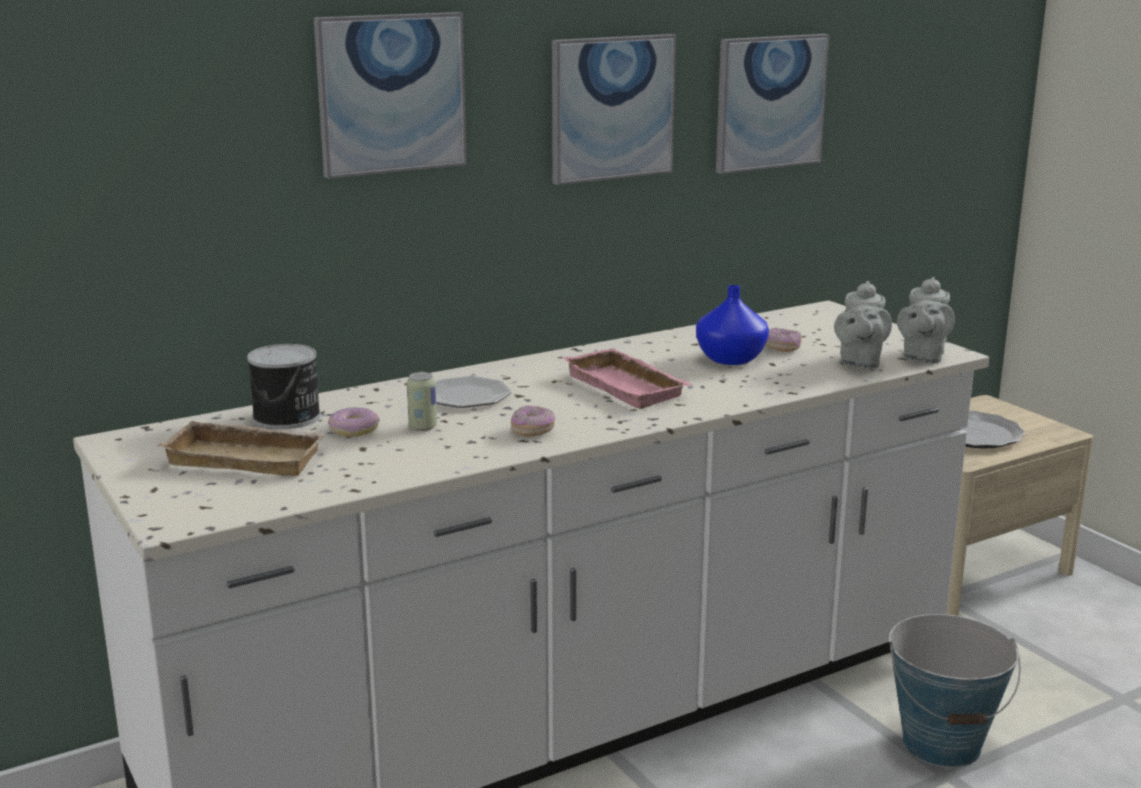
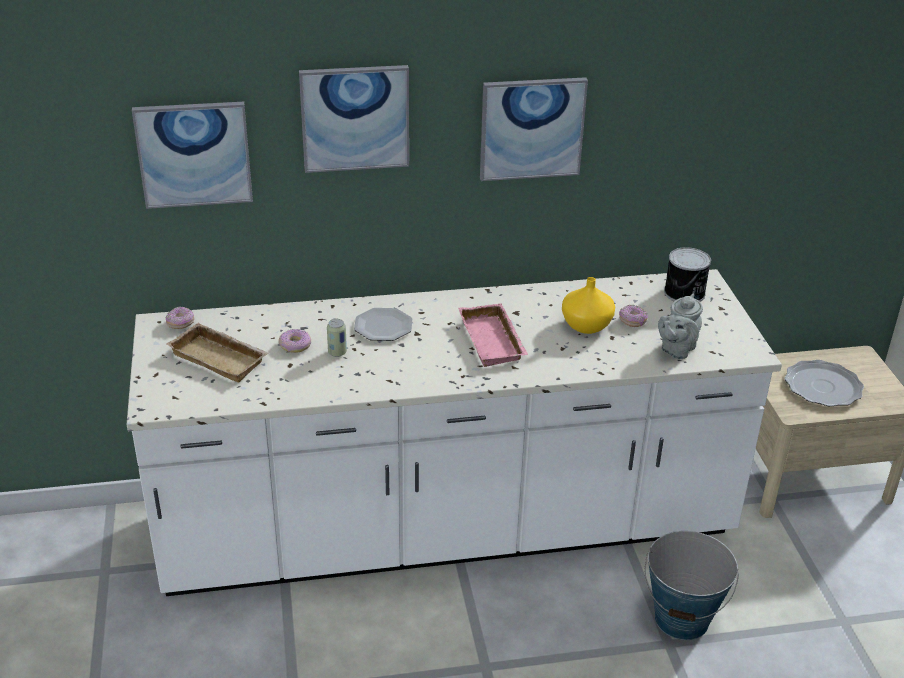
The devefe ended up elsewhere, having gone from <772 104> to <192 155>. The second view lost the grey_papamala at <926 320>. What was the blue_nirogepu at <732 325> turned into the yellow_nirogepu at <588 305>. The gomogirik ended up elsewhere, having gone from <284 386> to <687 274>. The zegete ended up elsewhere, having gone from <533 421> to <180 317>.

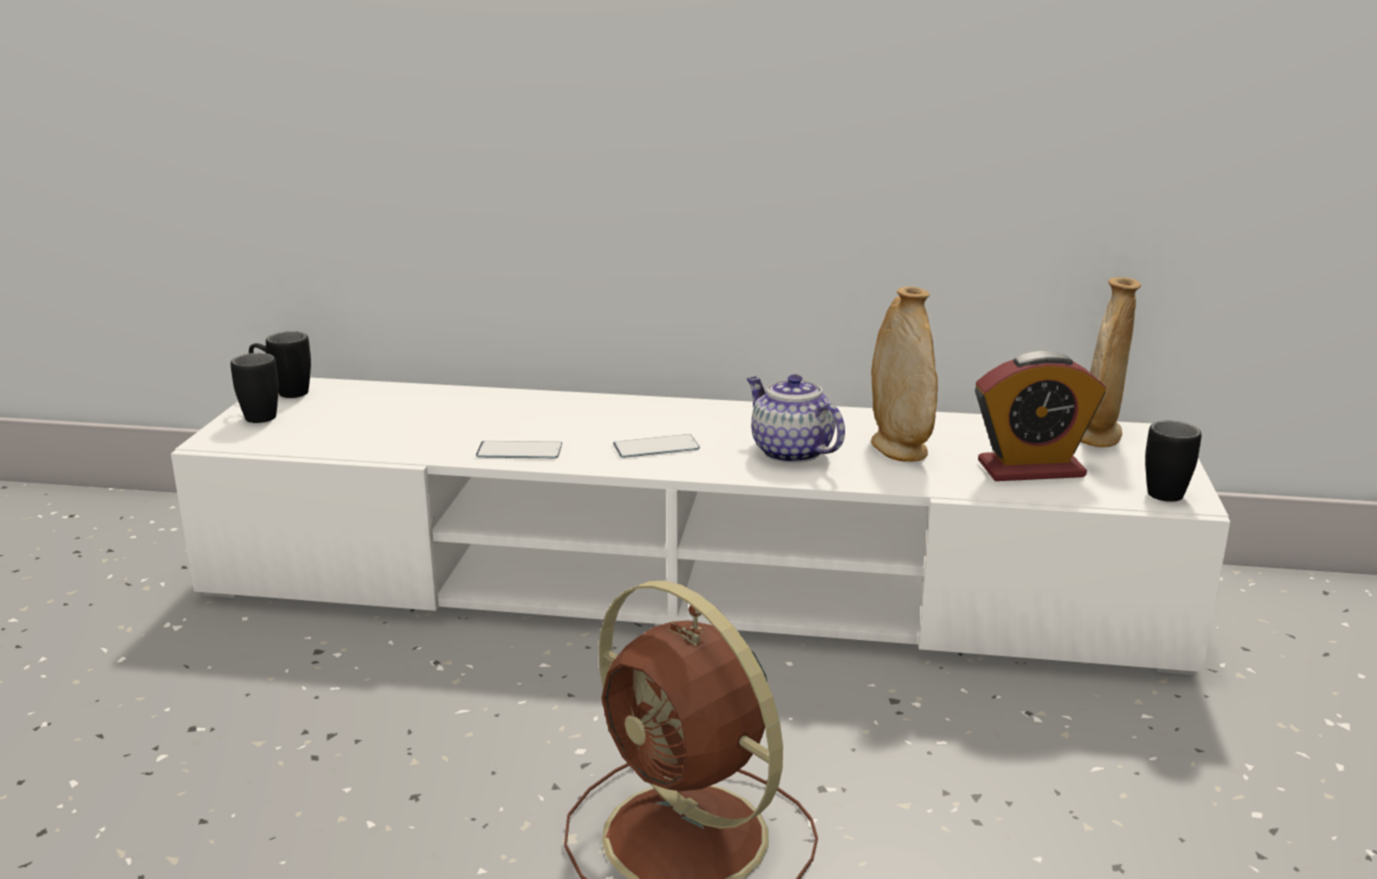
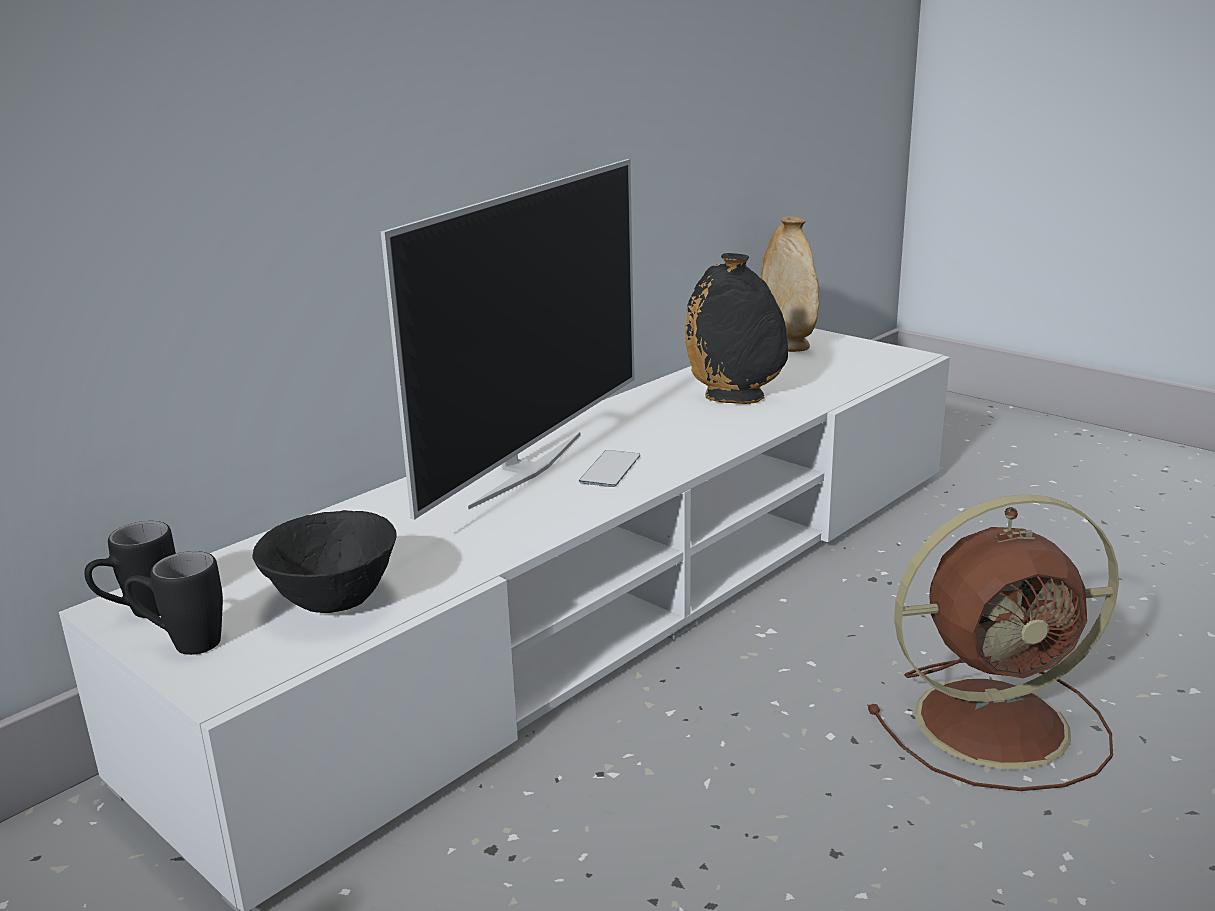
What was the beige_nirogepu at <904 374> turned into the black_nirogepu at <736 328>. The second view lost the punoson at <1040 416>. The second view lost the papamala at <796 418>. The second view lost the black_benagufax at <1173 461>. The second view lost the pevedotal at <519 449>. The second view gained the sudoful at <508 339>. The second view gained the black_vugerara at <324 561>.

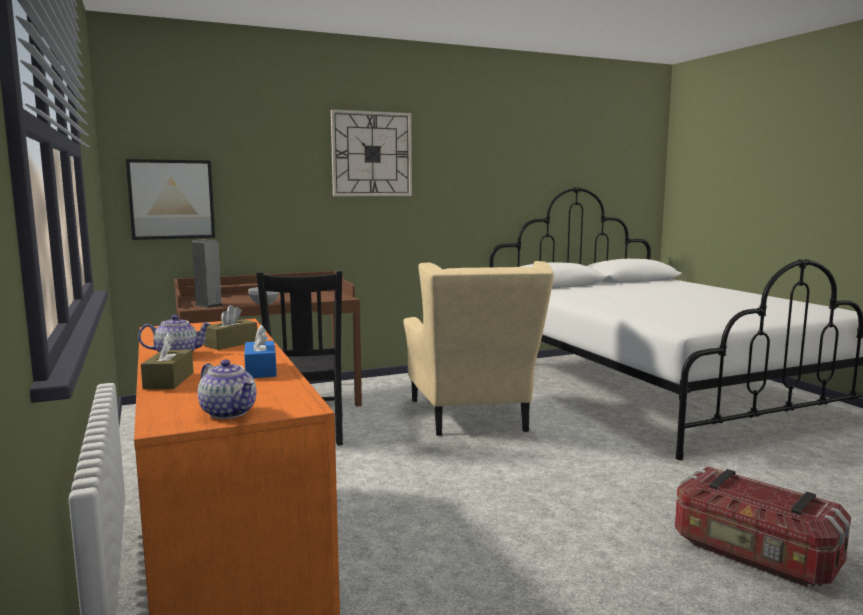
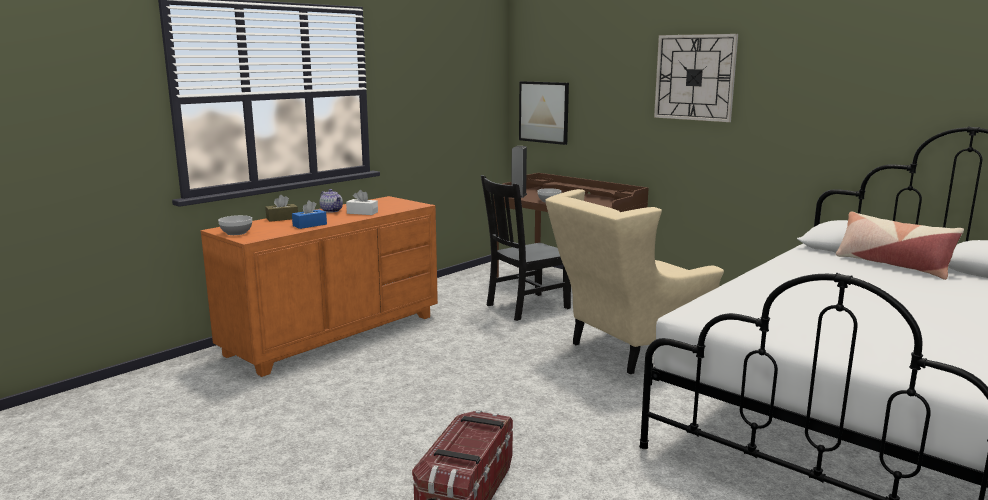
What was the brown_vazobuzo at <230 327> turned into the white_vazobuzo at <362 202>. Where the papamala stood at <227 389>, the vugerara came to stand at <235 225>. The second view gained the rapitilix at <900 246>.

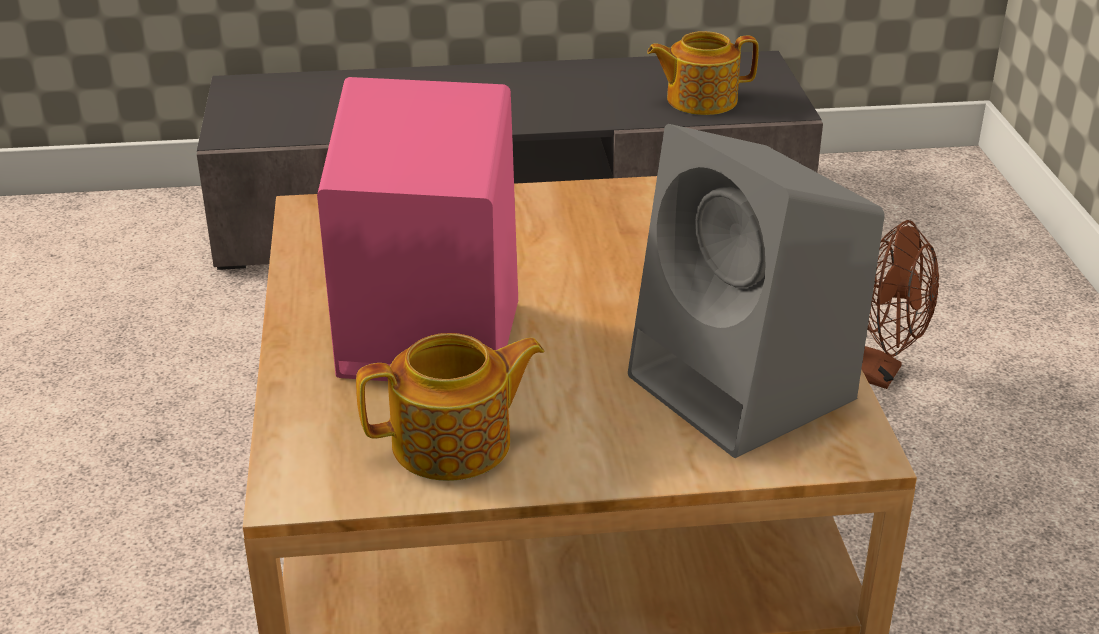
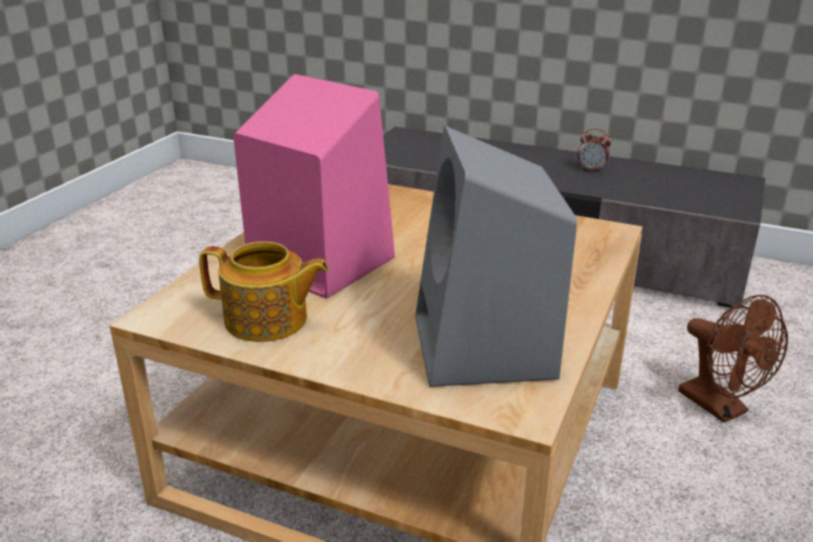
The second view lost the papamala at <703 73>. The second view gained the punoson at <594 150>.

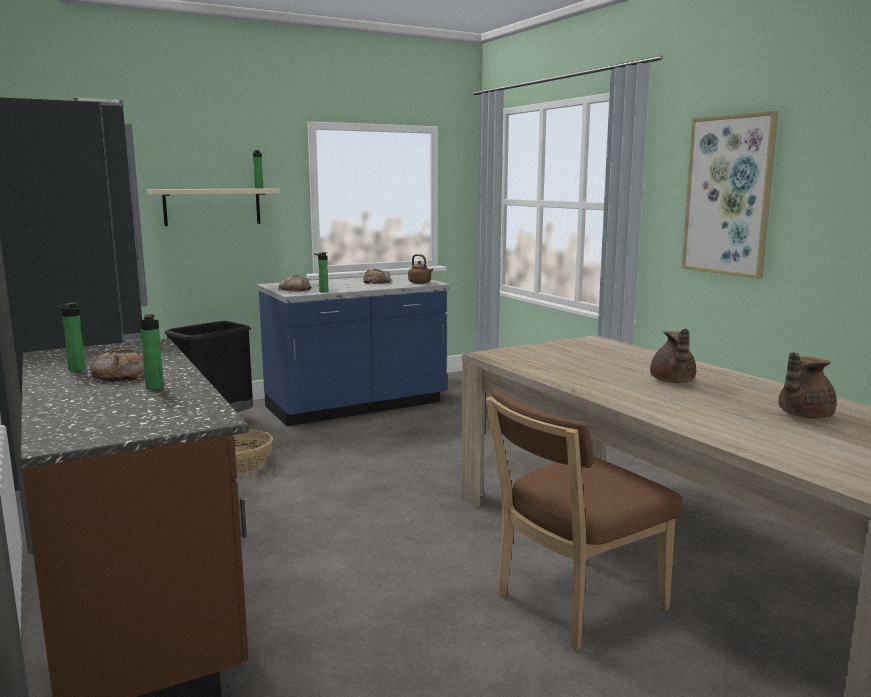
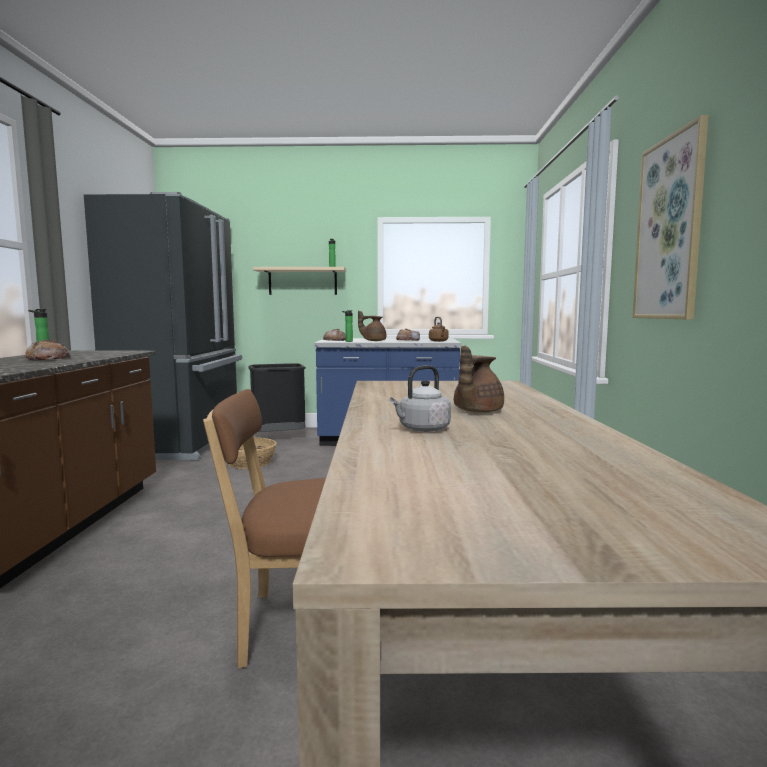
The second view lost the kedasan at <151 352>. The brown_papamala ended up elsewhere, having gone from <807 385> to <372 325>. The second view gained the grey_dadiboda at <420 398>.

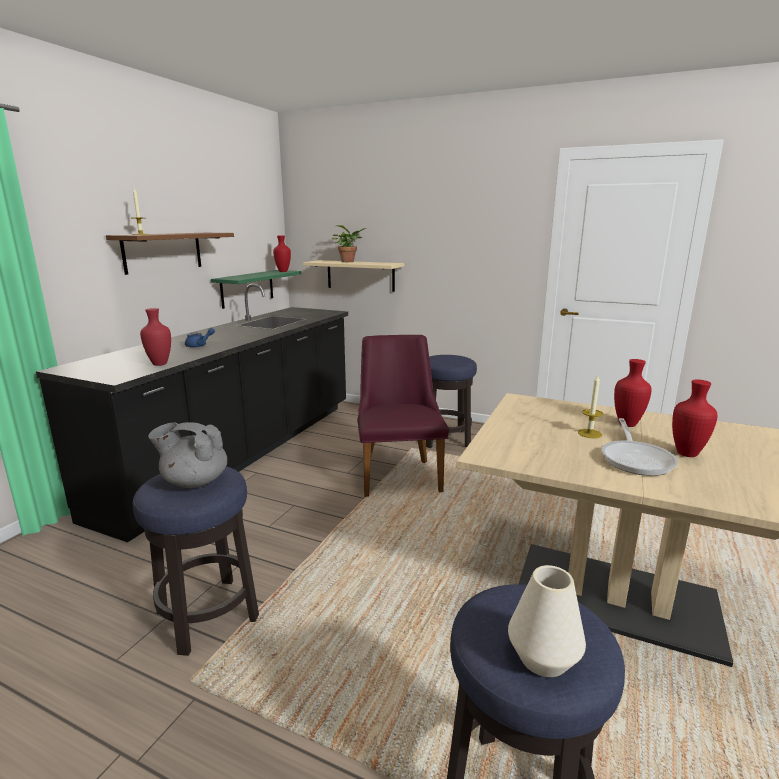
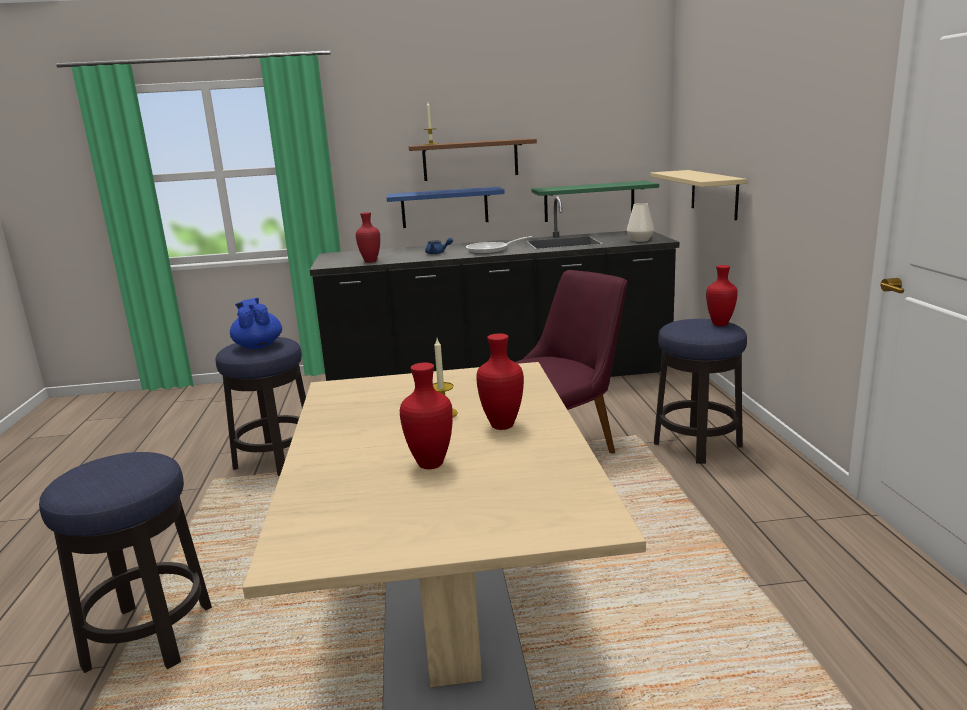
The second view lost the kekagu at <349 243>. The red_nirogepu ended up elsewhere, having gone from <282 254> to <722 295>. The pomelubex ended up elsewhere, having gone from <640 447> to <499 245>. What was the grey_papamala at <187 455> turned into the blue_papamala at <256 323>. The white_nirogepu ended up elsewhere, having gone from <547 621> to <640 222>. The second view gained the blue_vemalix at <446 207>.

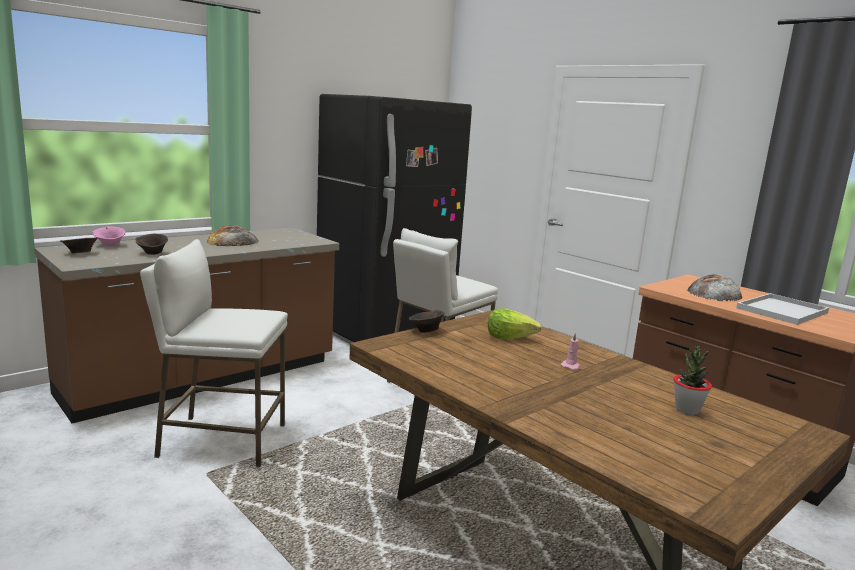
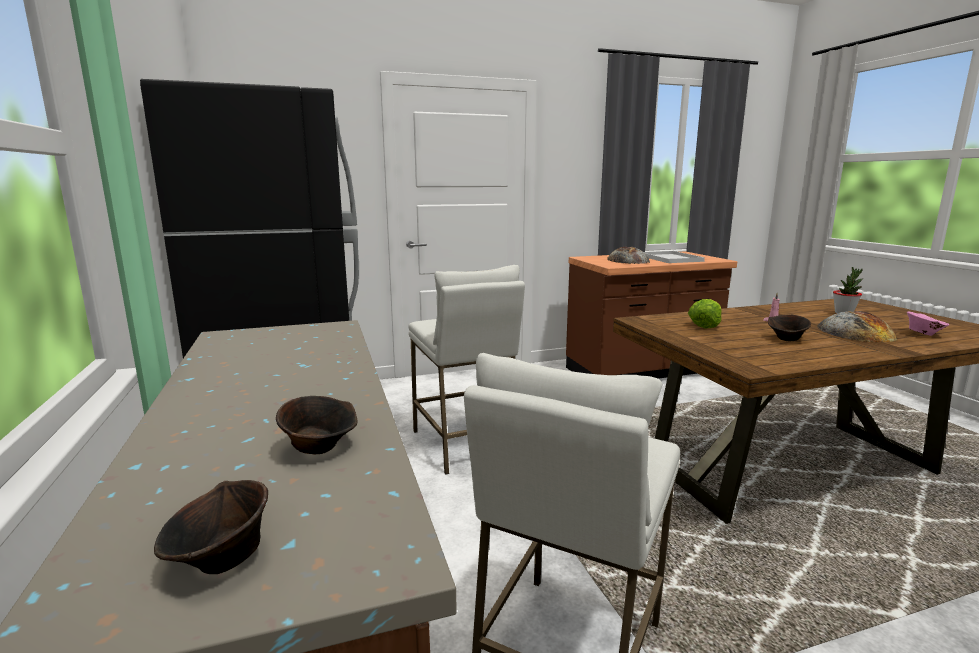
The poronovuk ended up elsewhere, having gone from <233 235> to <857 326>. The pink_vugerara ended up elsewhere, having gone from <108 236> to <928 324>. The brown_vugerara ended up elsewhere, having gone from <426 321> to <789 328>.

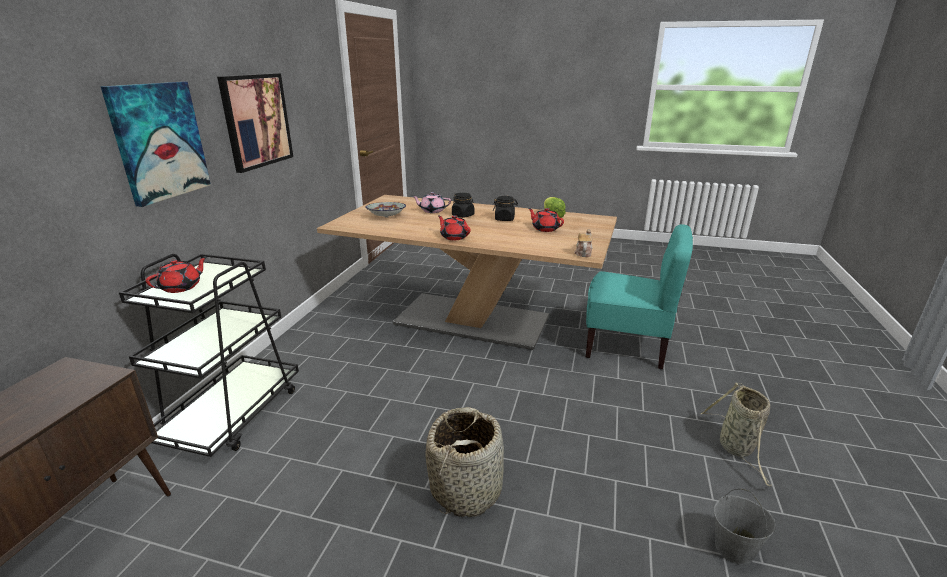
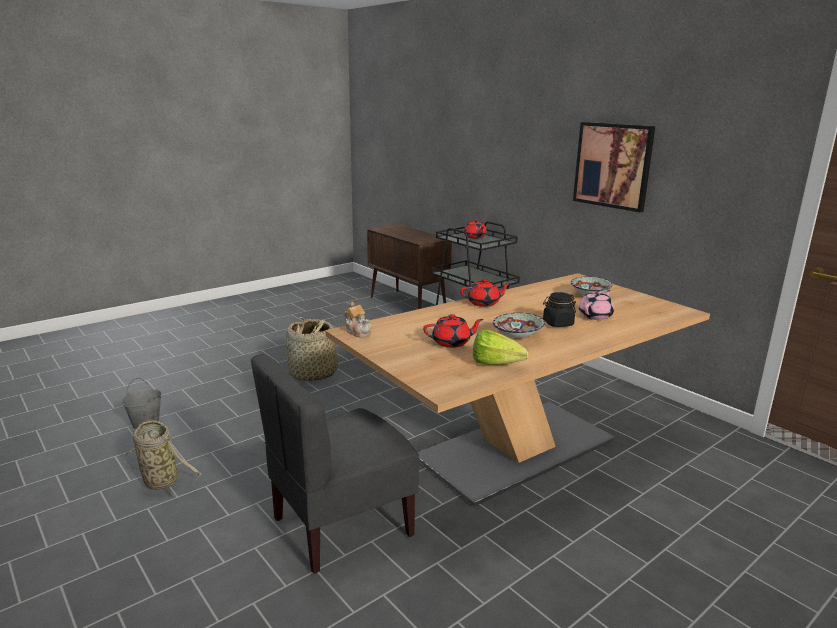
The second view lost the devefe at <156 144>. Where the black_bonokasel stood at <505 208>, the vugerara came to stand at <519 325>. What was the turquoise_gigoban at <639 296> turned into the grey_gigoban at <335 464>.

